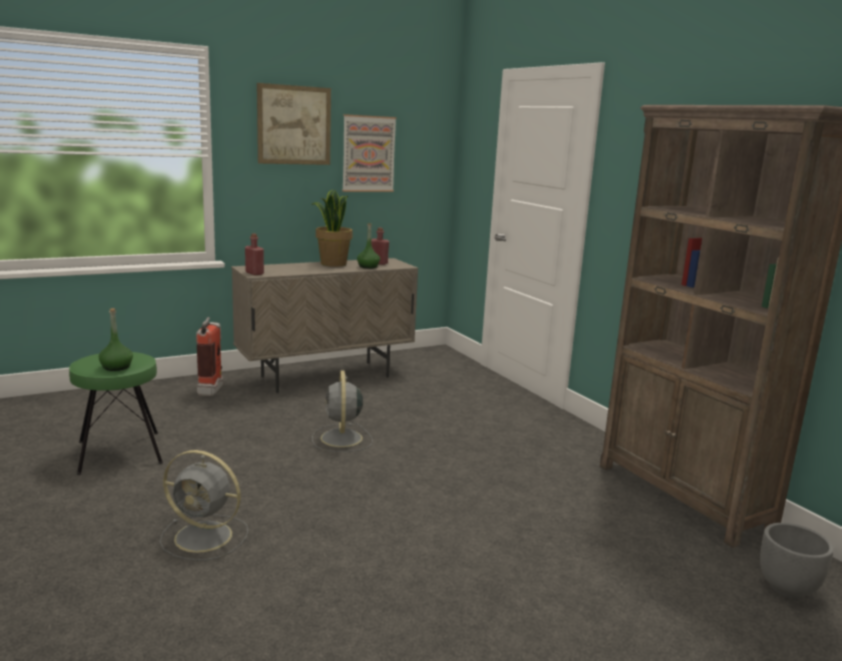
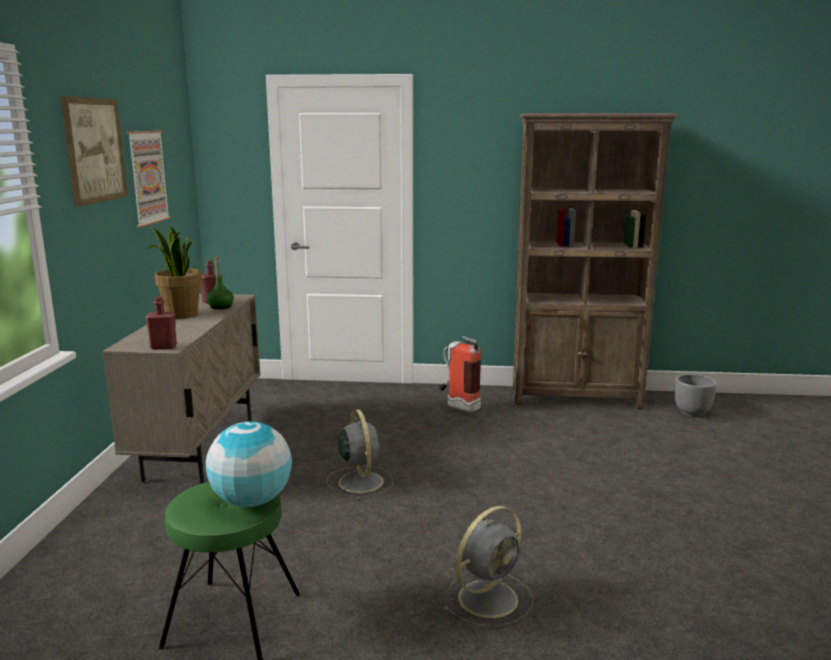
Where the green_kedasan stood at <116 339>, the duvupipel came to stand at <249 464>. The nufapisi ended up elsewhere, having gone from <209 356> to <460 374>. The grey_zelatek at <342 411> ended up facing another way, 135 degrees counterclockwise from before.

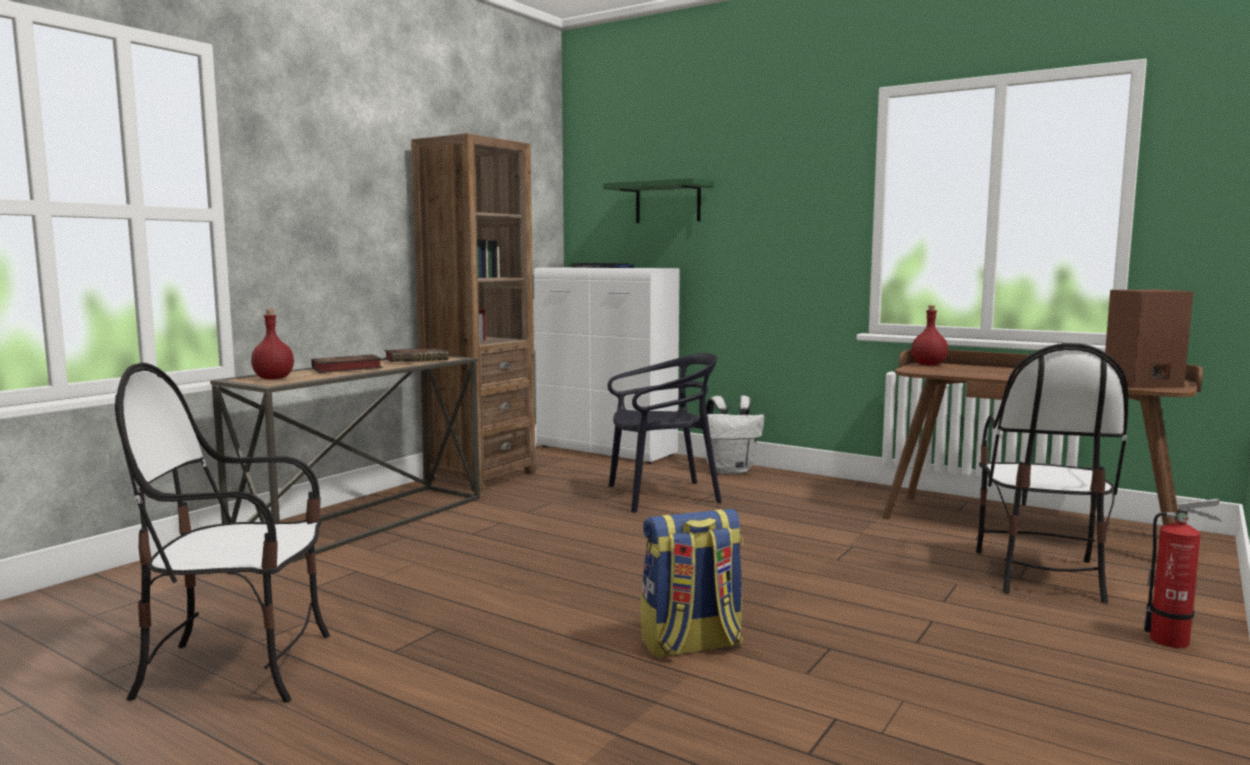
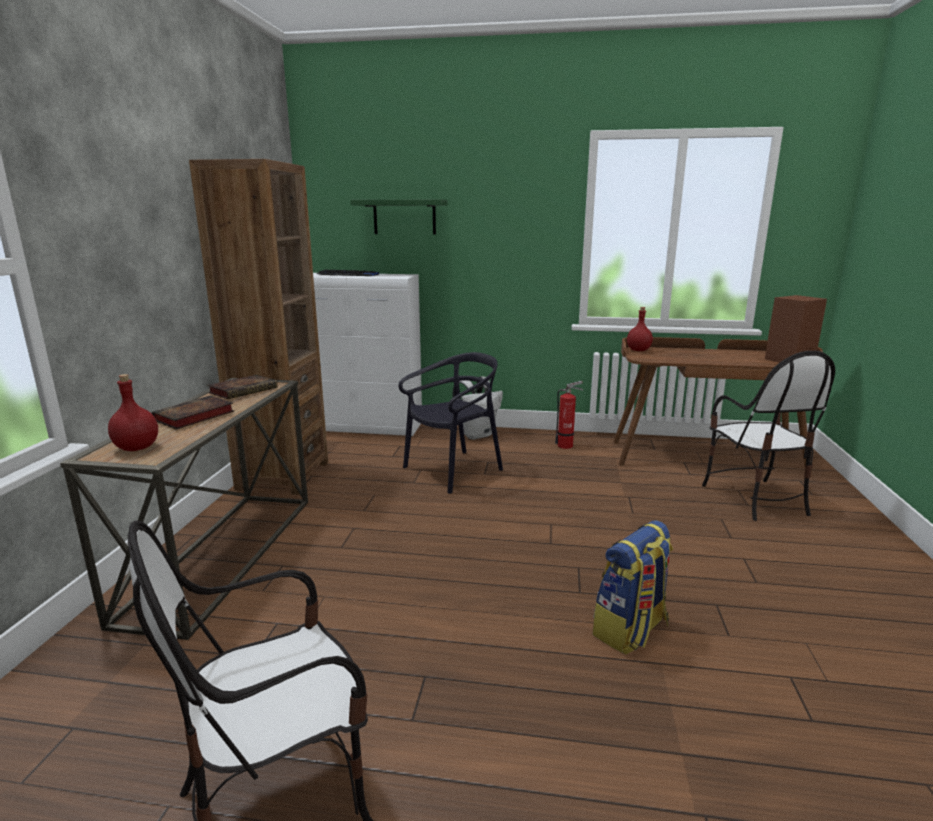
The nufapisi ended up elsewhere, having gone from <1183 573> to <569 415>.

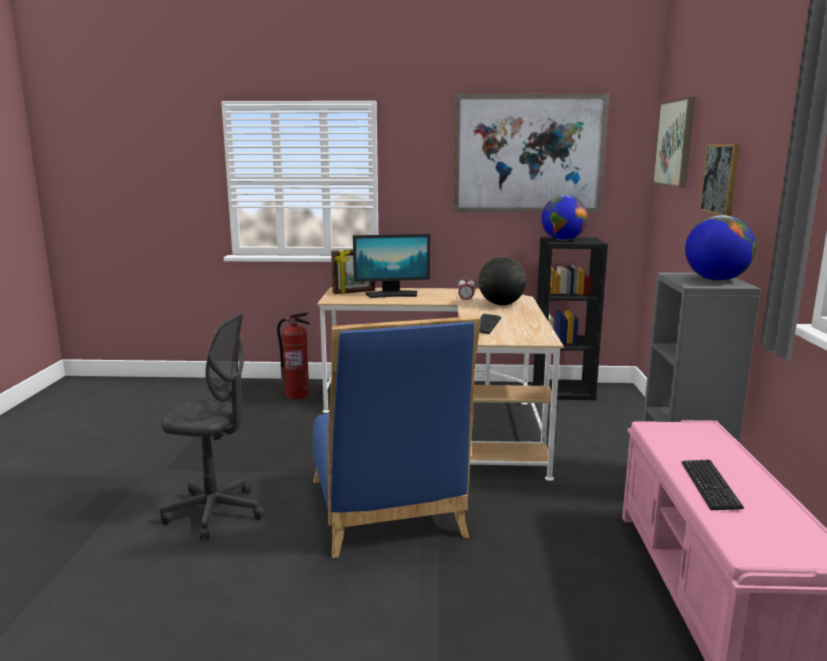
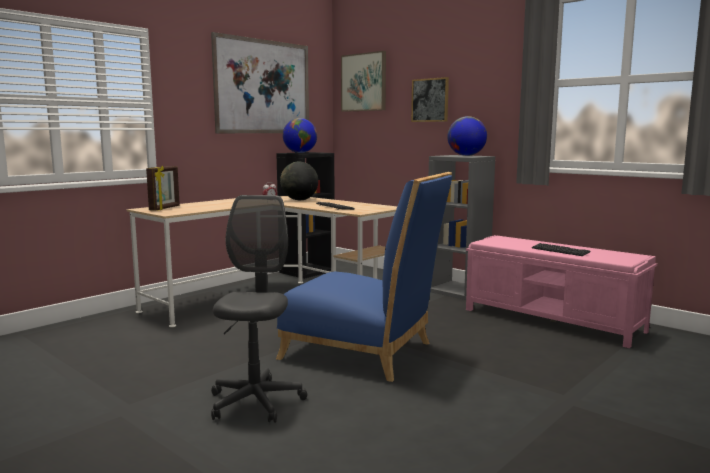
The second view lost the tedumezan at <391 266>. The second view lost the nufapisi at <293 355>. The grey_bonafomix at <212 426> ended up facing another way, 45 degrees counterclockwise from before.

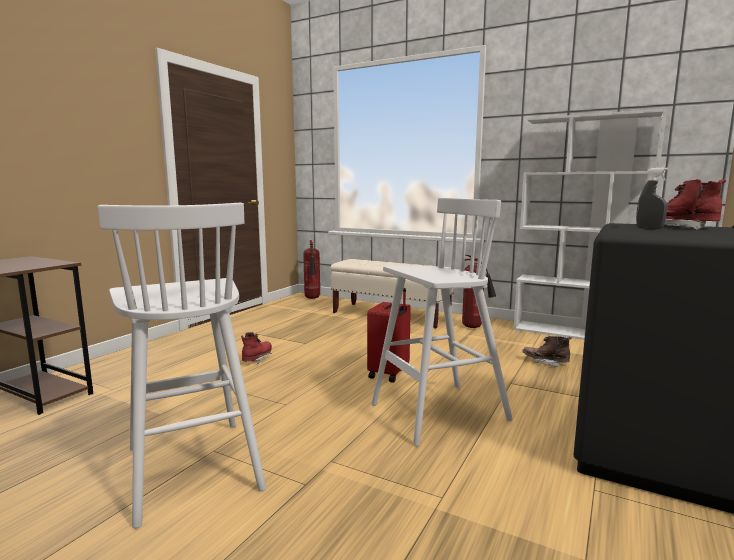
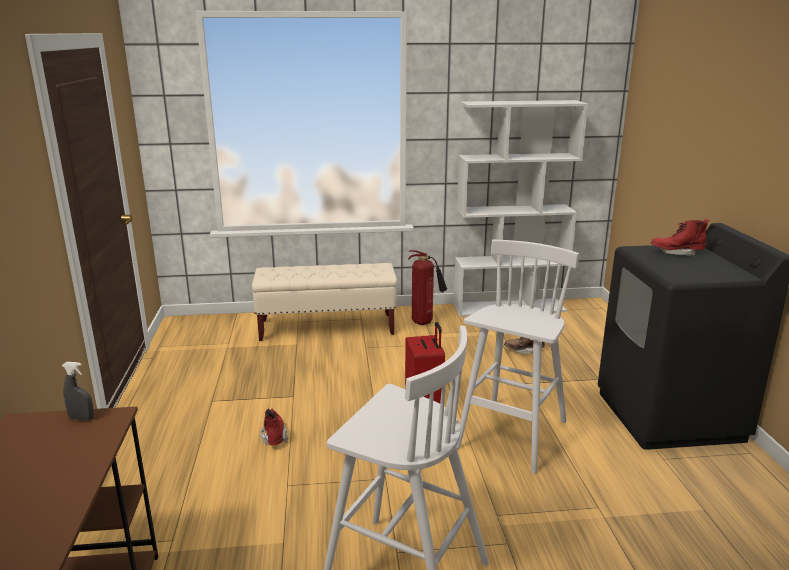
The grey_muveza ended up elsewhere, having gone from <652 198> to <78 391>. The second view lost the nufapisi at <311 269>.

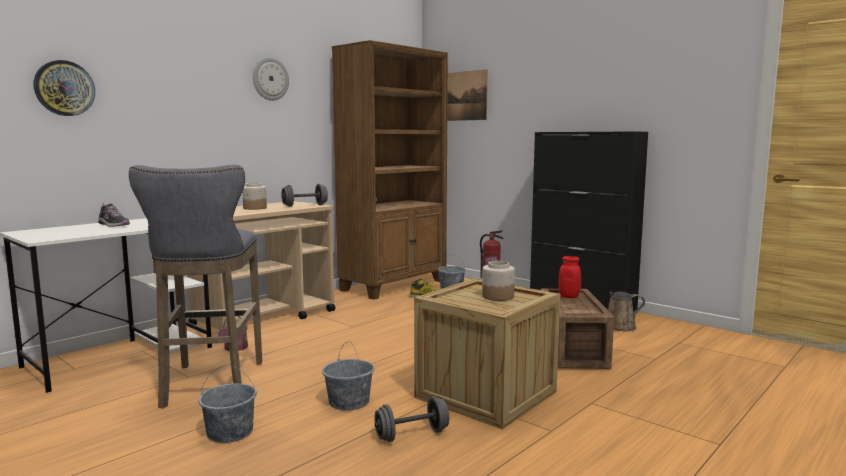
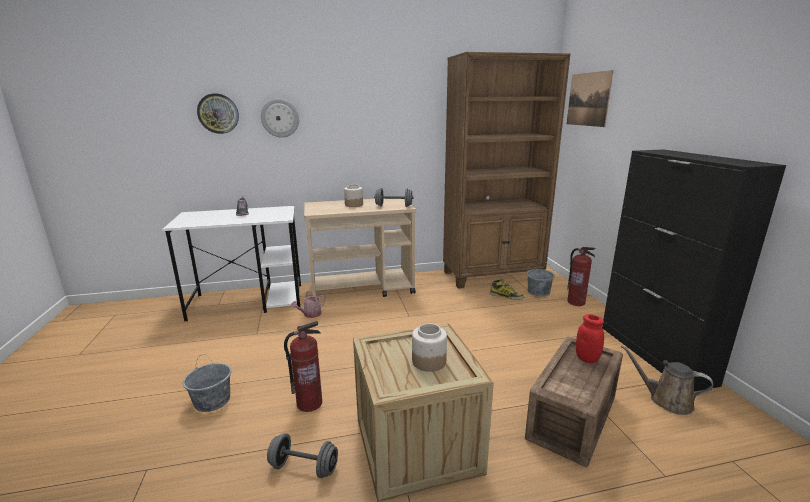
The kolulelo ended up elsewhere, having gone from <271 79> to <280 118>. The second view lost the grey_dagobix at <195 287>. Where the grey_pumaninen stood at <348 375>, the nufapisi came to stand at <303 366>.

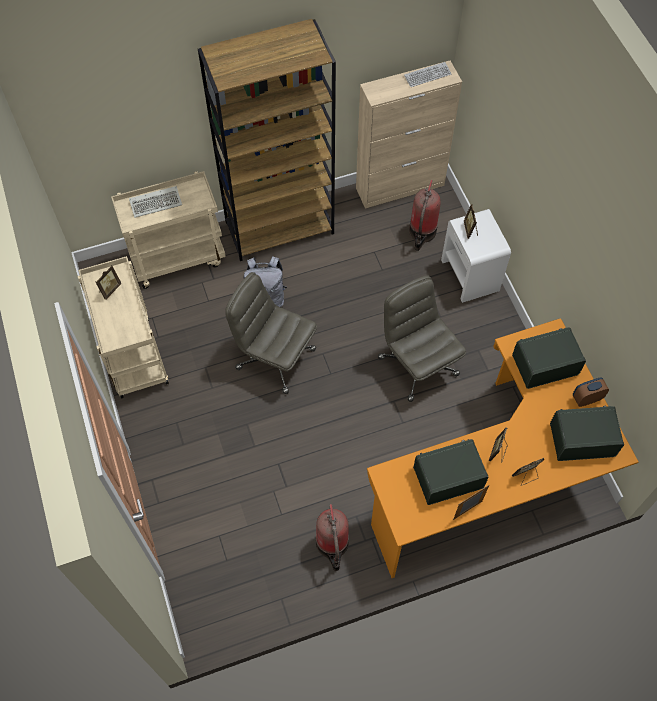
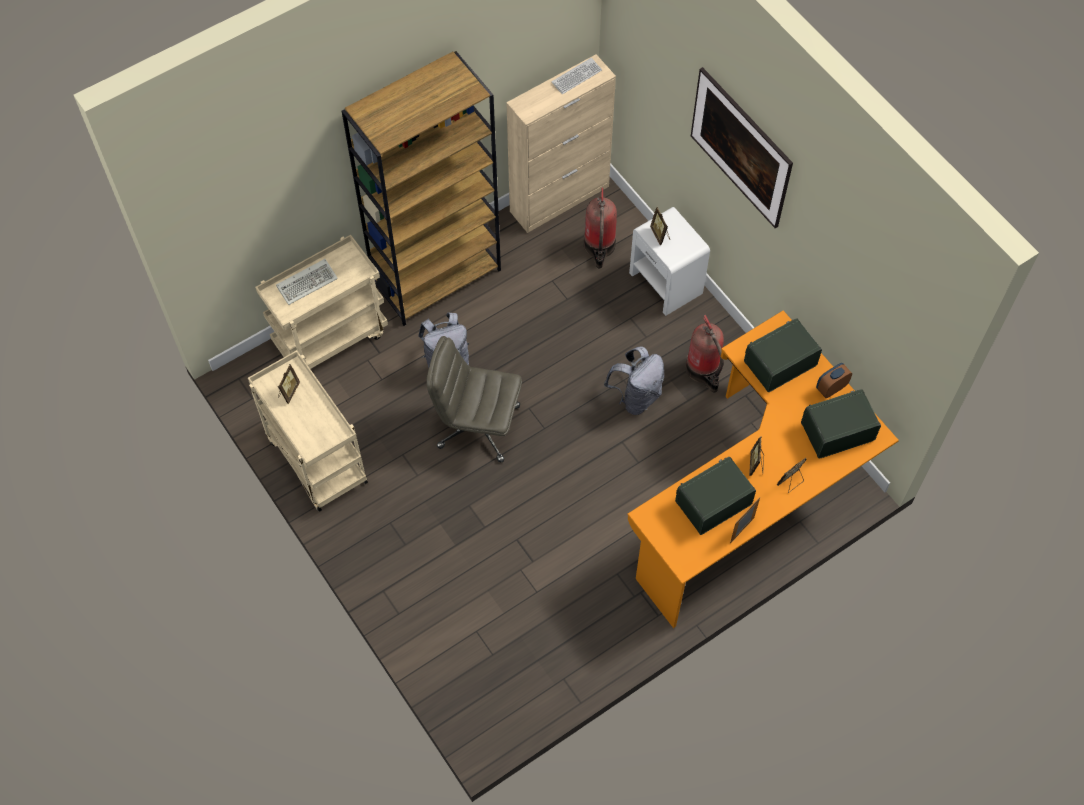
Where the grey_bonafomix stood at <422 338>, the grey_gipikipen came to stand at <634 380>. The nufapisi ended up elsewhere, having gone from <332 537> to <705 354>. The second view gained the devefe at <742 147>.

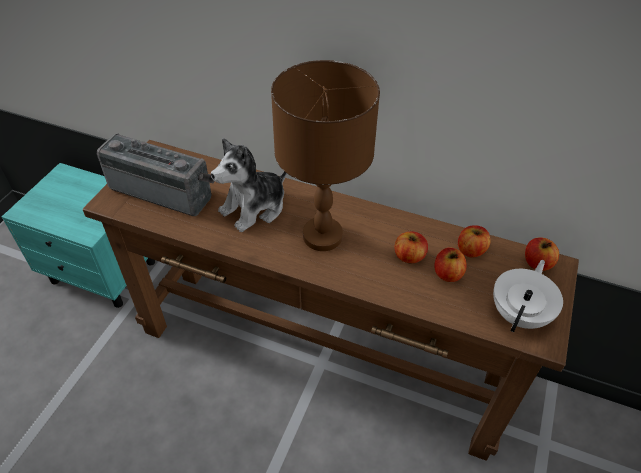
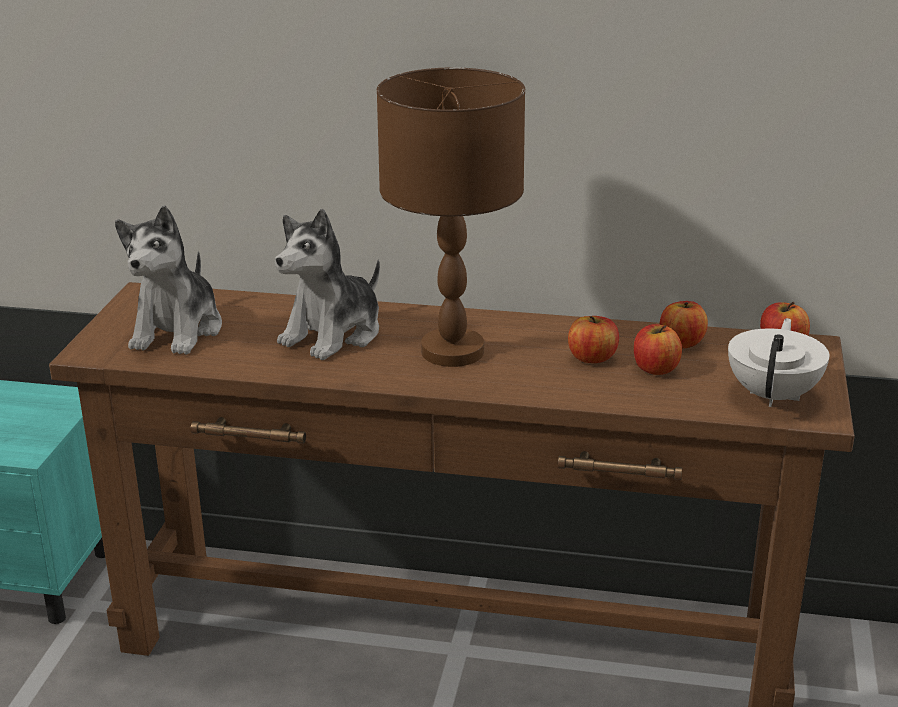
Where the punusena stood at <155 174>, the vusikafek came to stand at <168 280>.

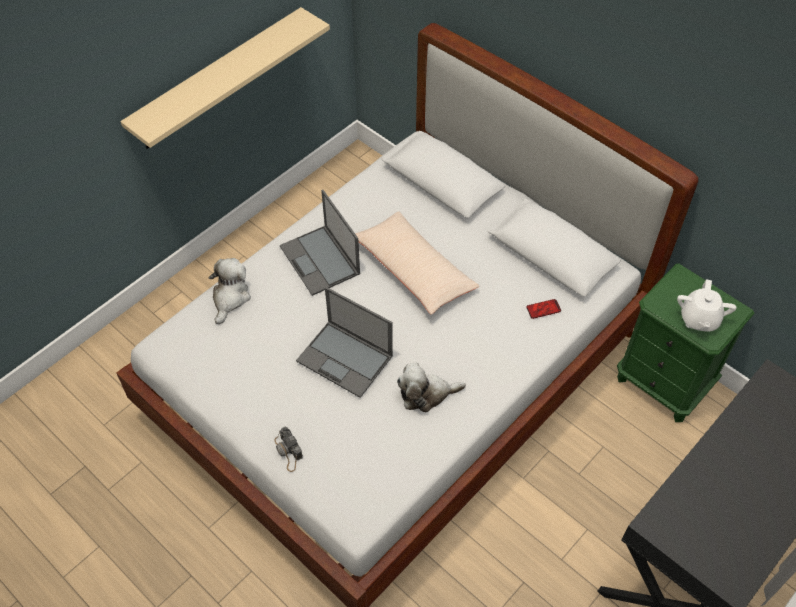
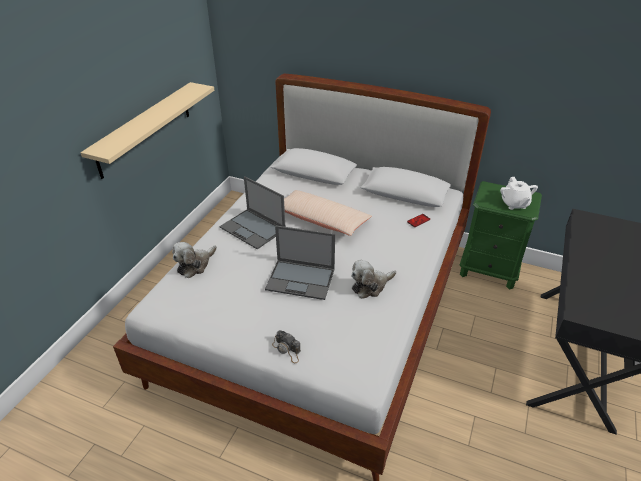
The vusikafek at <229 291> ended up facing another way, 135 degrees counterclockwise from before.

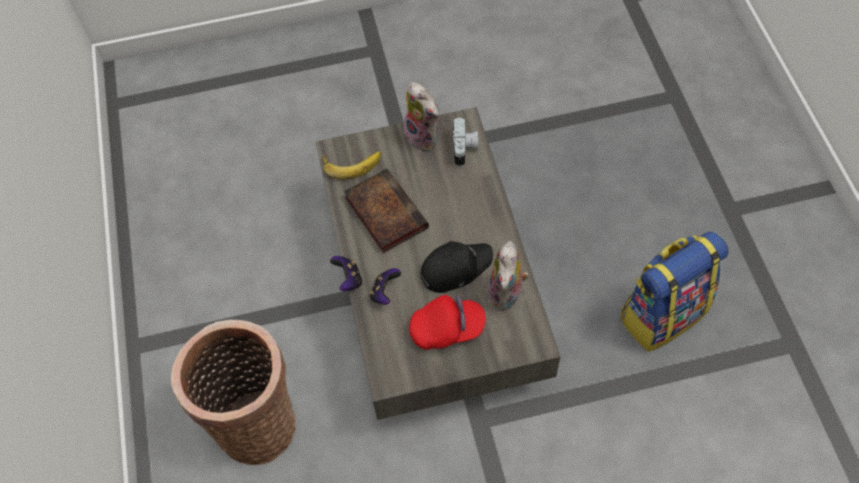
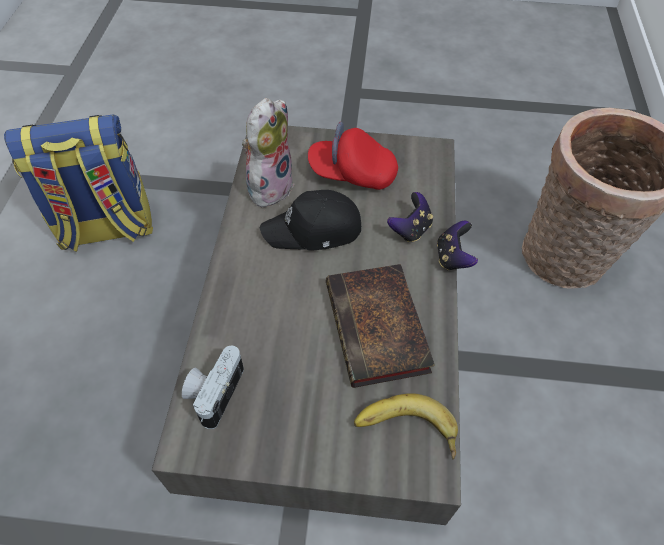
The second view lost the vusikafek at <421 117>.

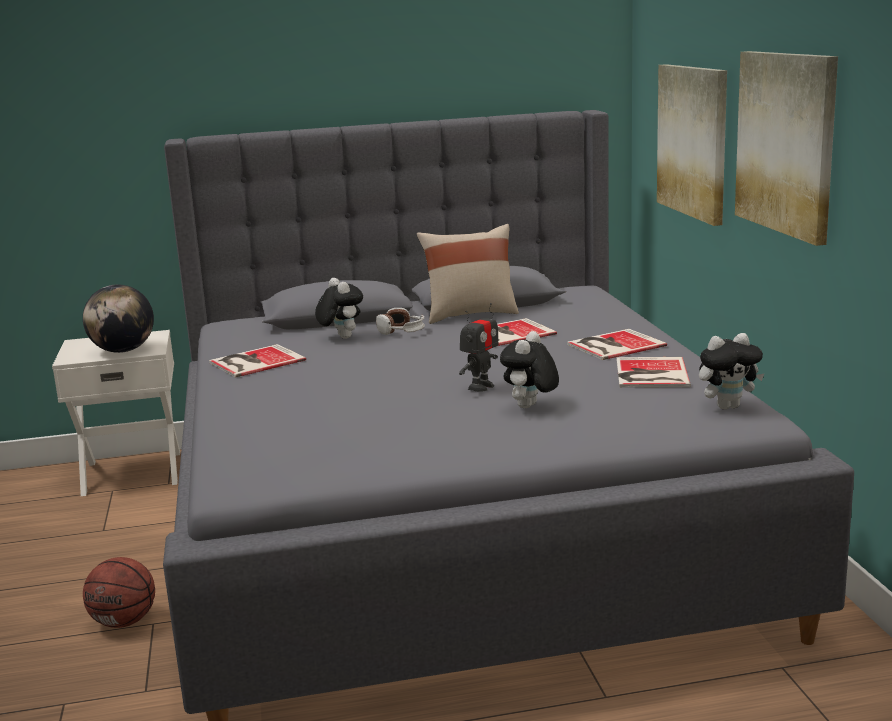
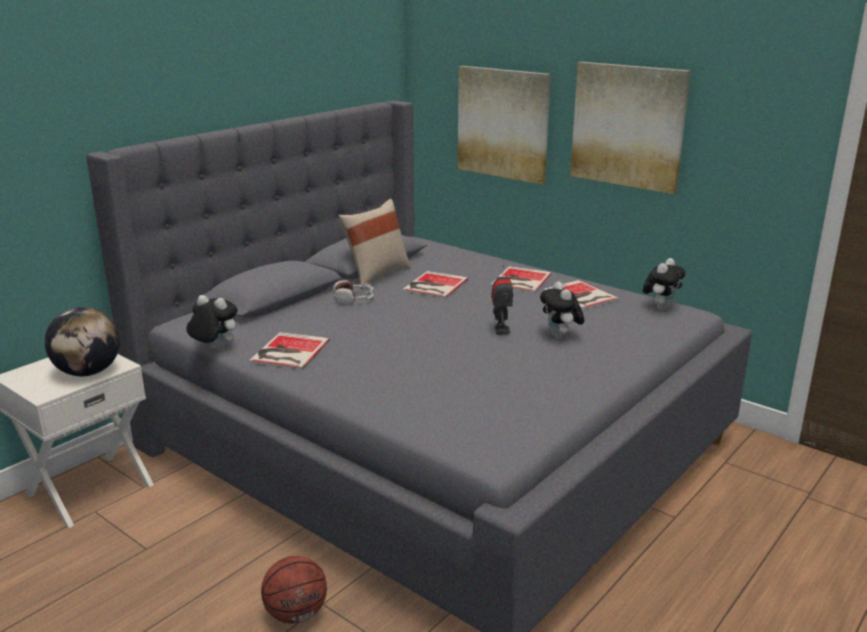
The vusikafek ended up elsewhere, having gone from <339 308> to <212 322>.

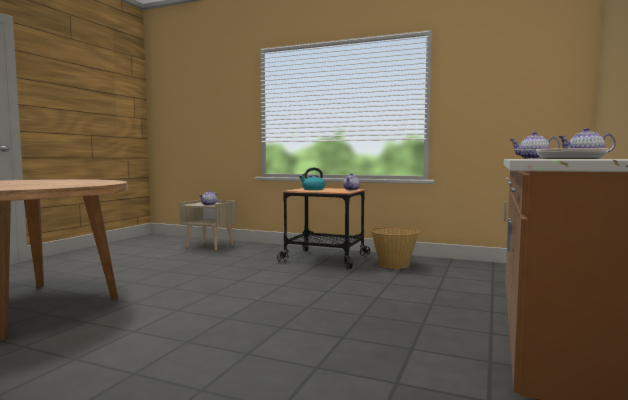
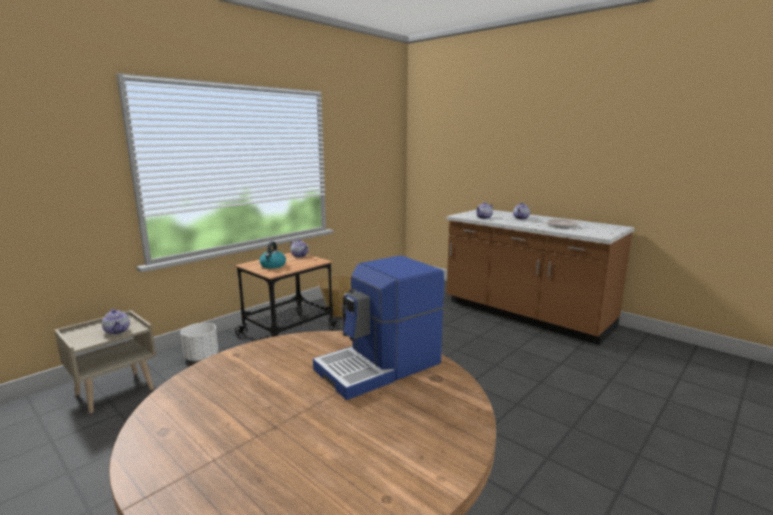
The second view gained the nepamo at <378 328>. The second view gained the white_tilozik at <199 342>.

